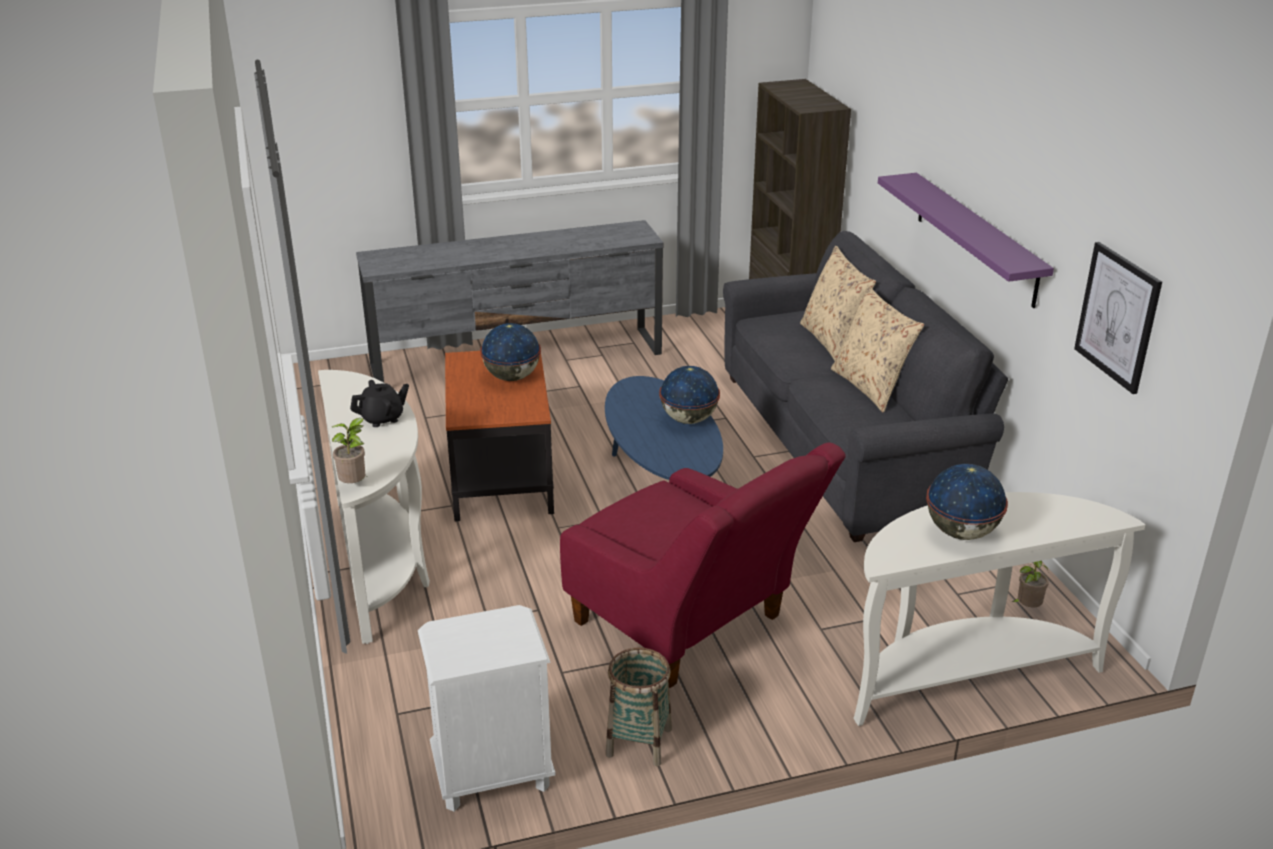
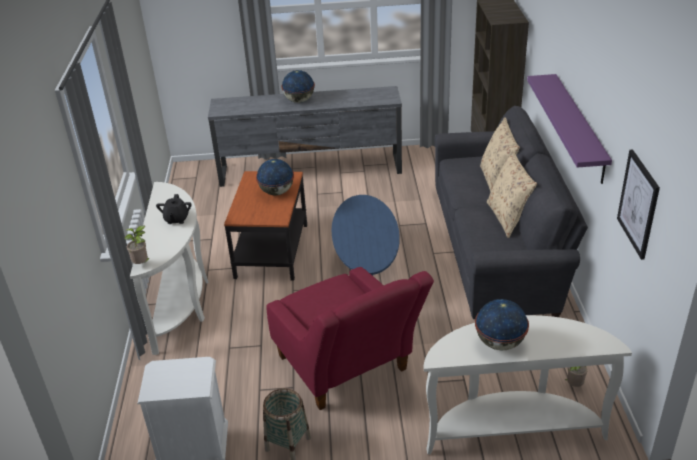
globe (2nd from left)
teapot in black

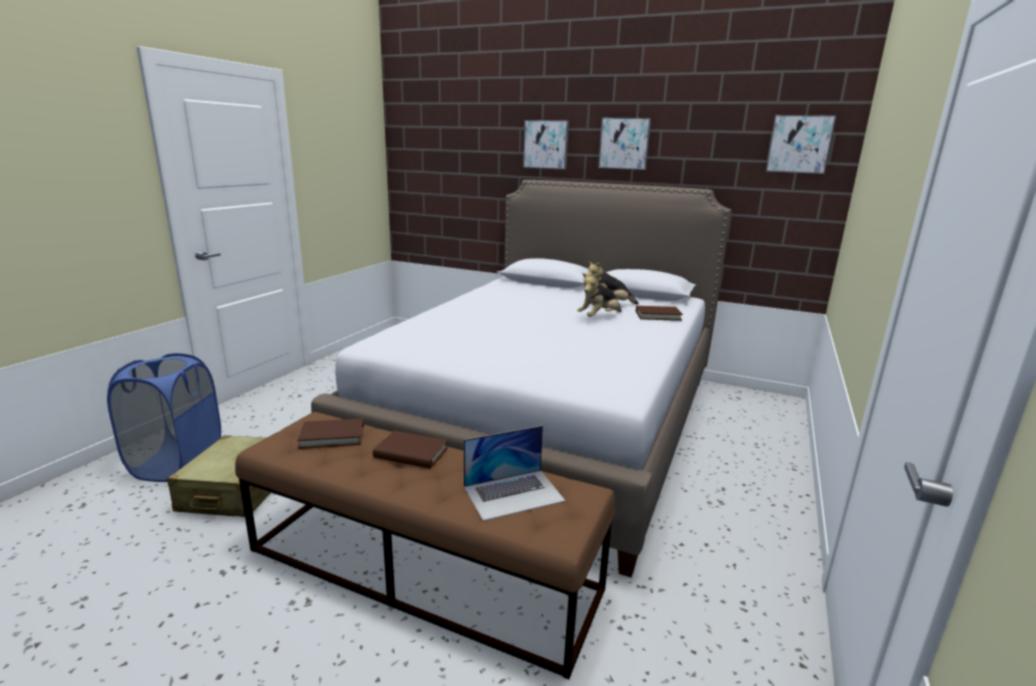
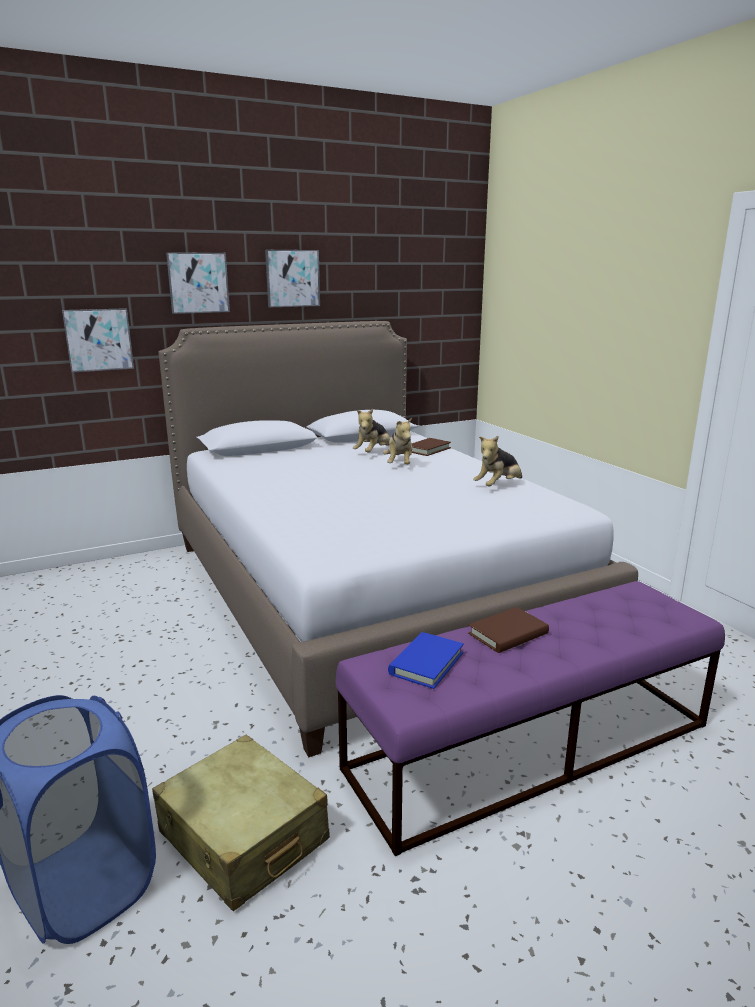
wall art (1st from left)
indoor bench in purple
volume in blue-coloured
portable computer
cuddly toy (3rd from left)

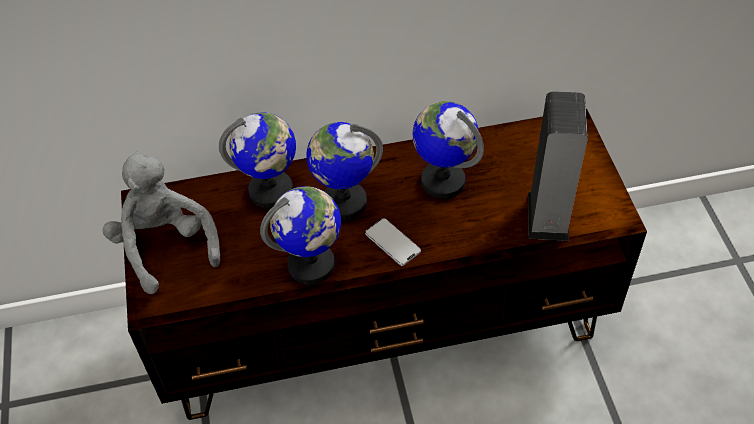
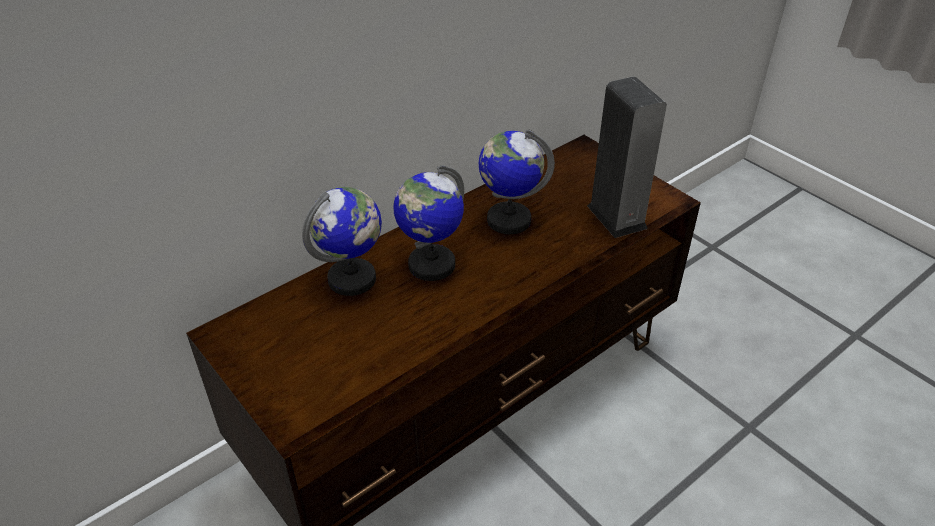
cuddly toy in grey
globe (2nd from left in the first image)
telephone

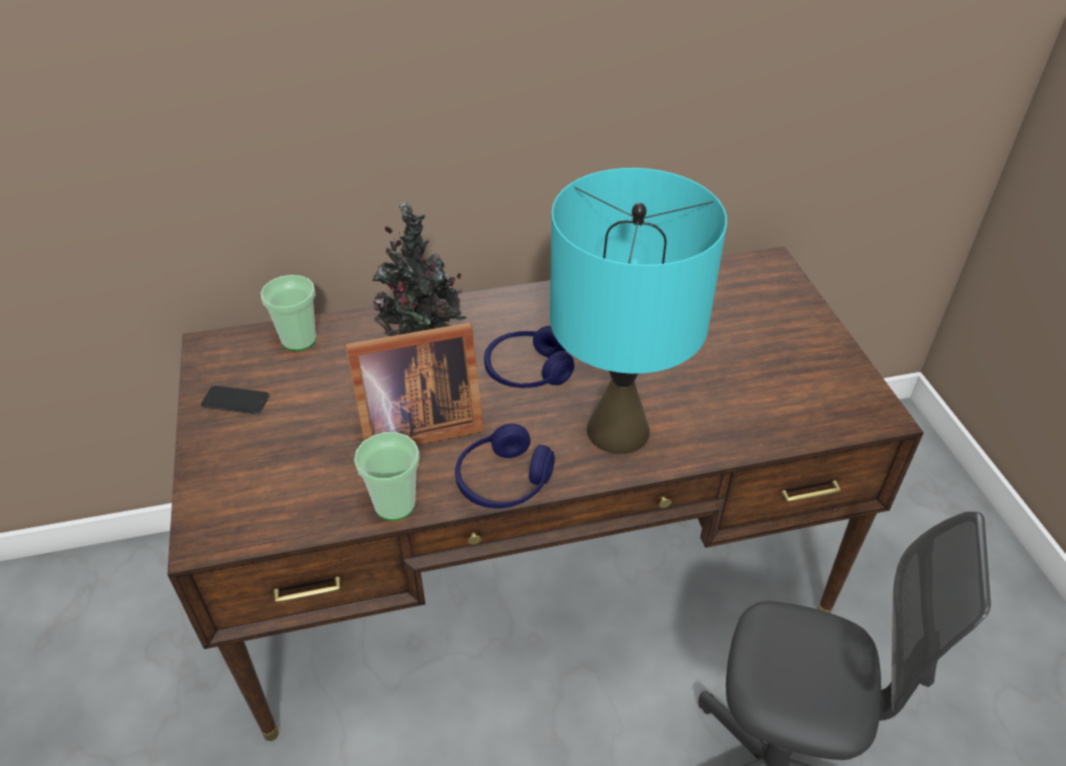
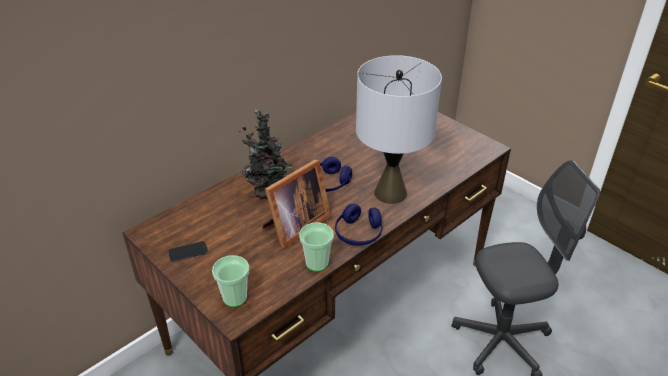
lamp for a table in grey
cup (1st from left)

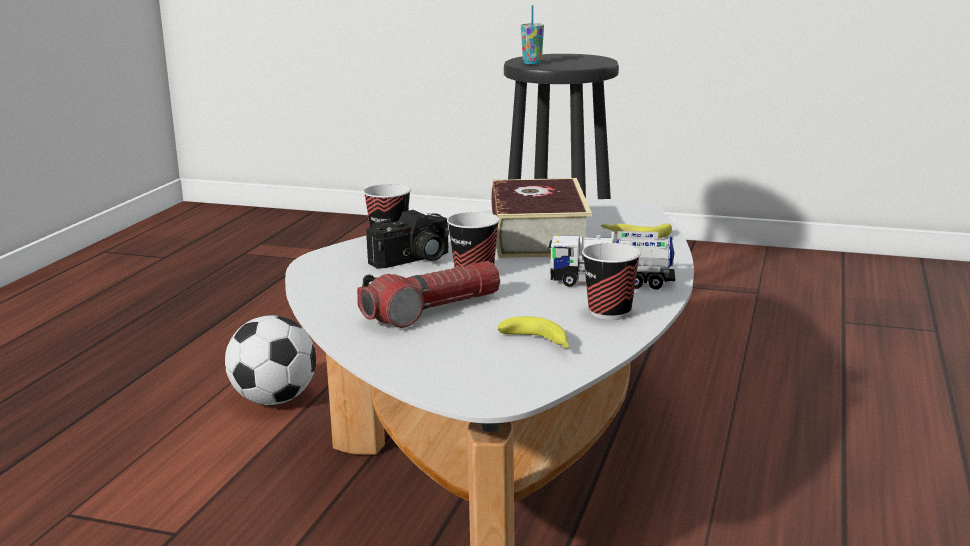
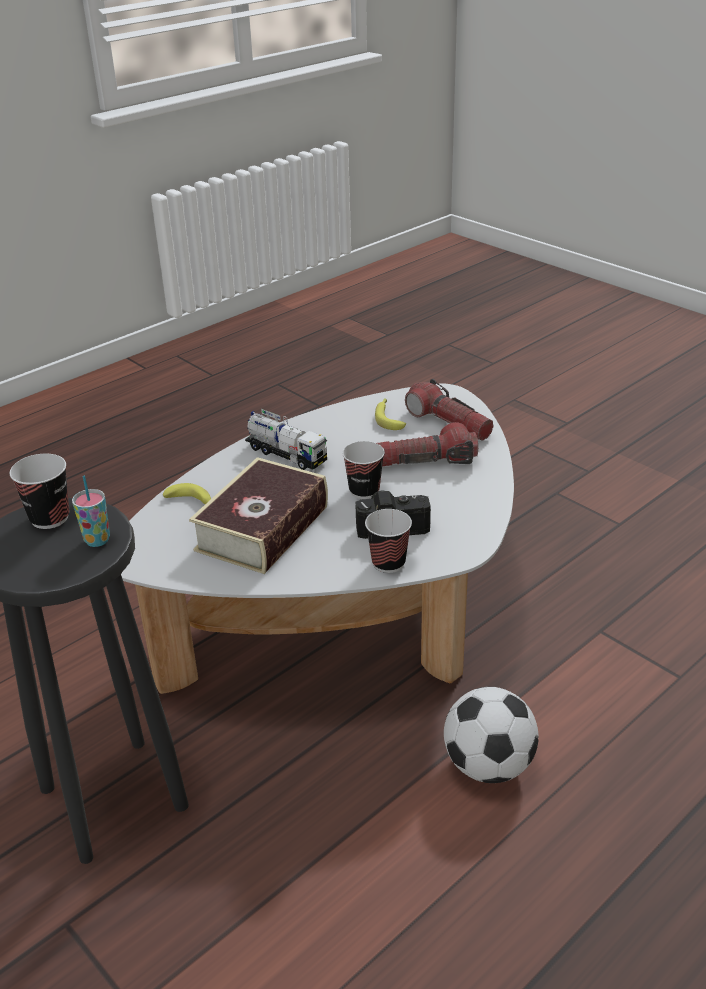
cup (1st from left)
flashlight (2nd from left)

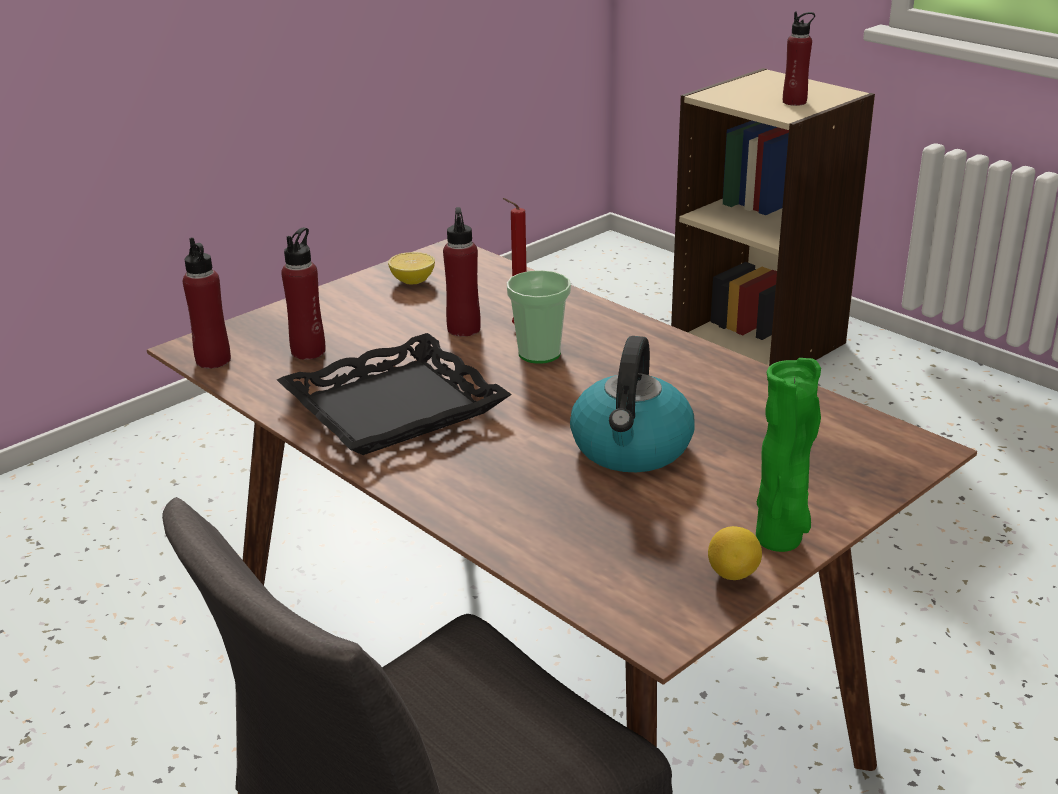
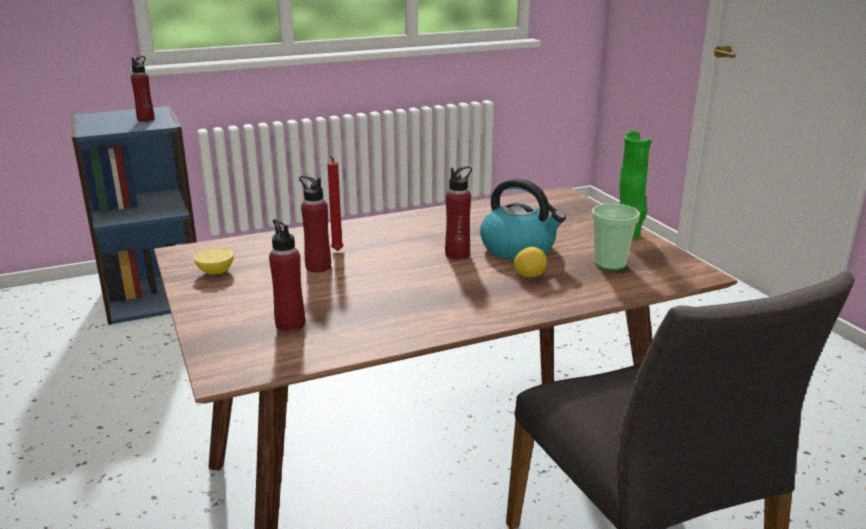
shelving unit in blue-coloured
bottle in reddish (4th from left)
cup
tray in black
citrus fruit (2nd from left)

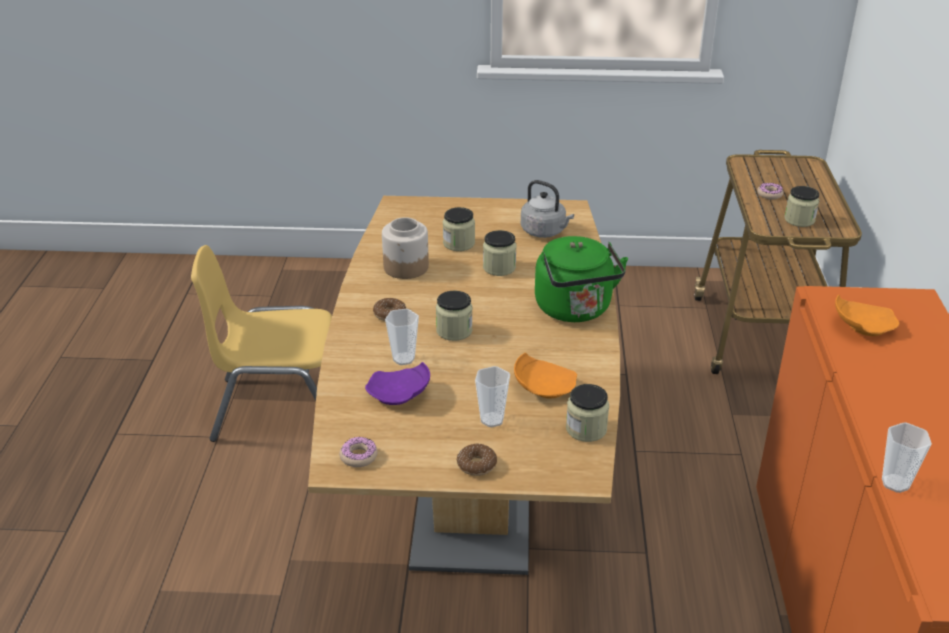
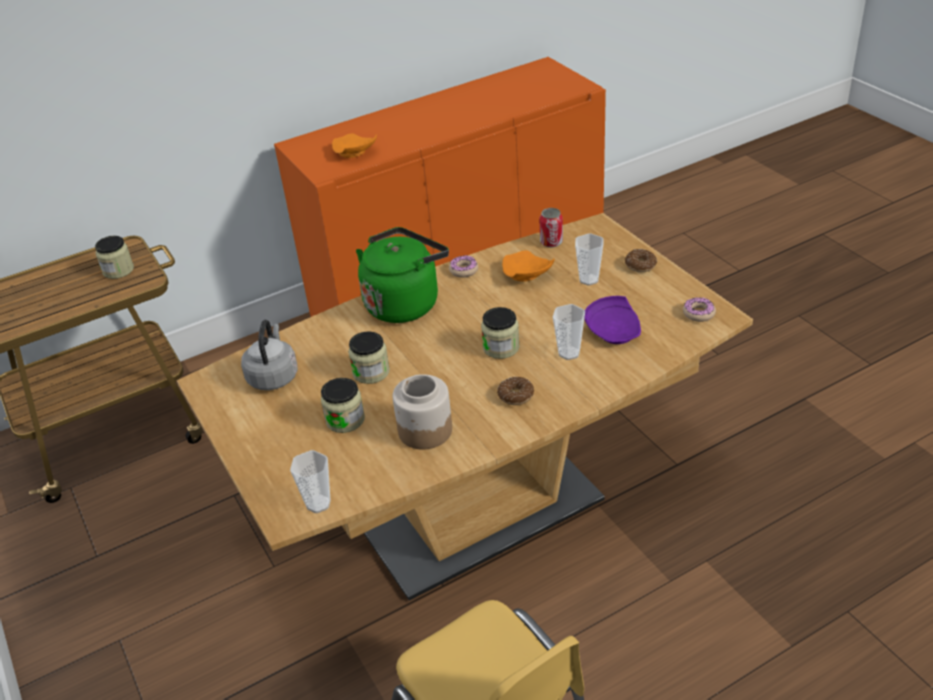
ring doughnut (1st from left)
can
cup (1st from left)

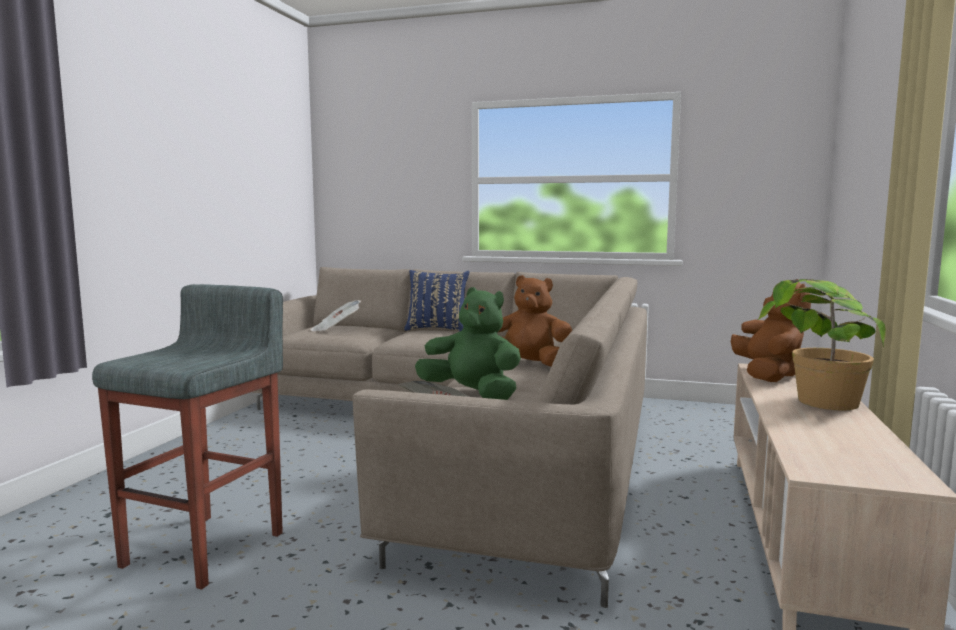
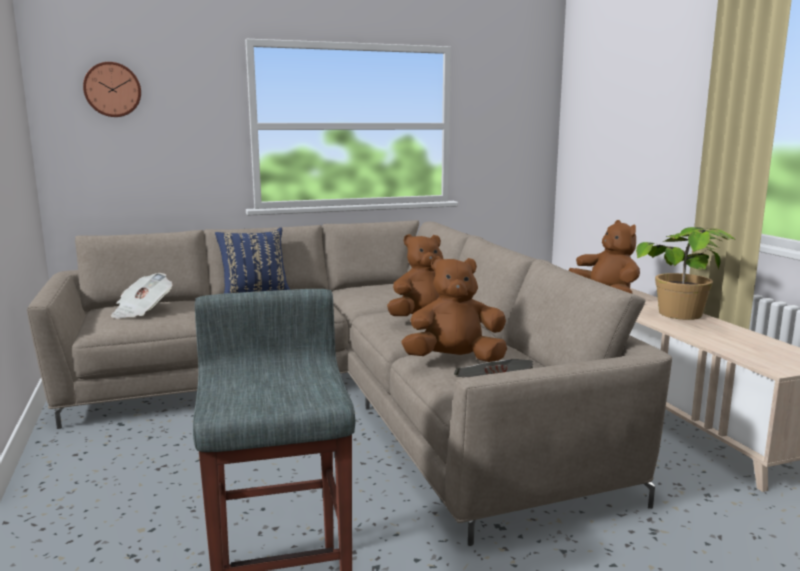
cuddly toy in brownish (2nd from left)
clock on the wall

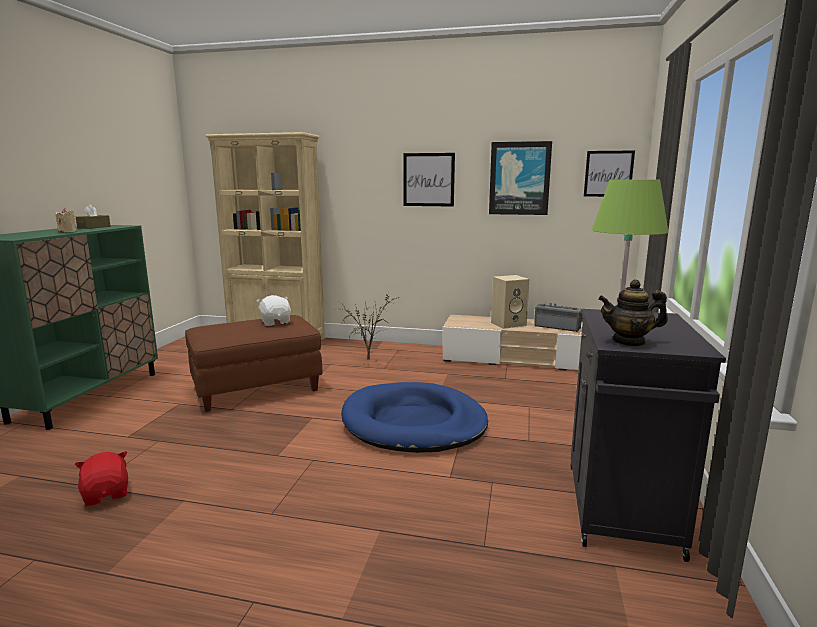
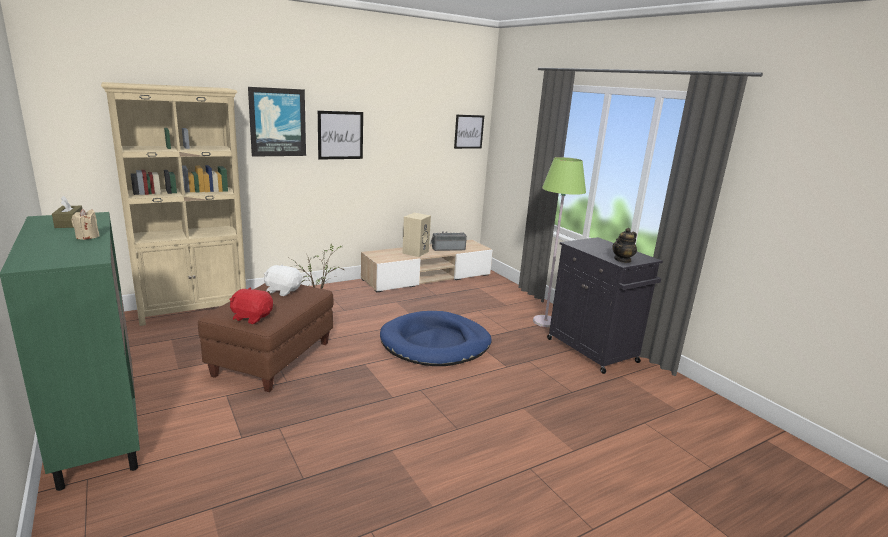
wall art (1st from left)
cuddly toy in reddish

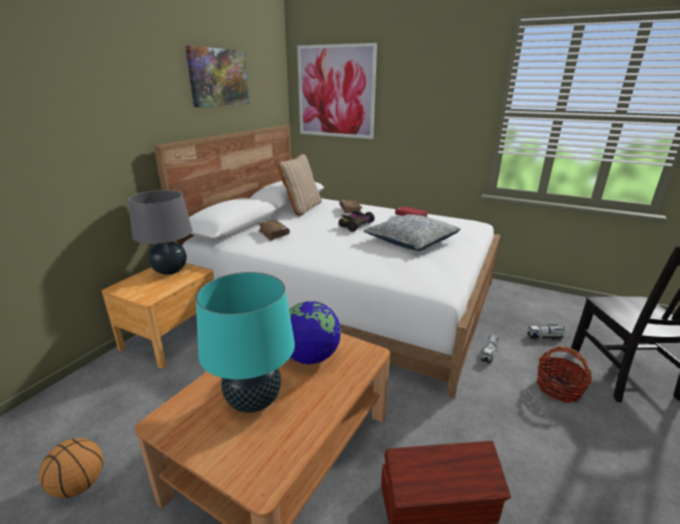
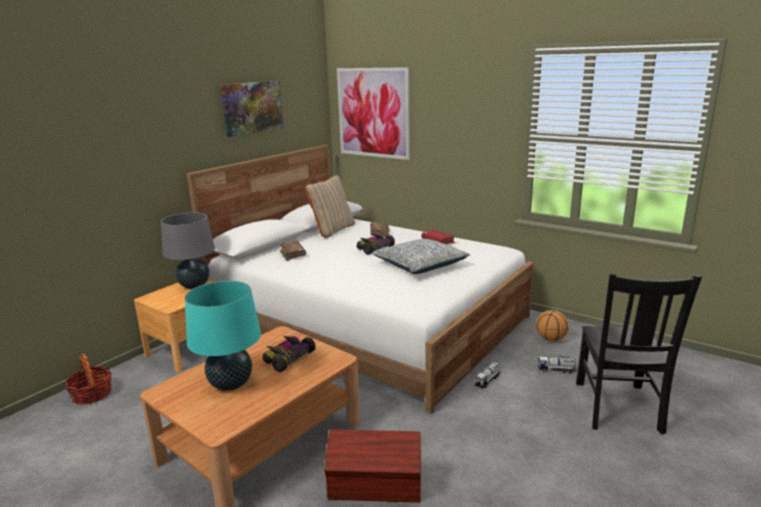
toy car (1st from left)
storage basket
ball for basketball

